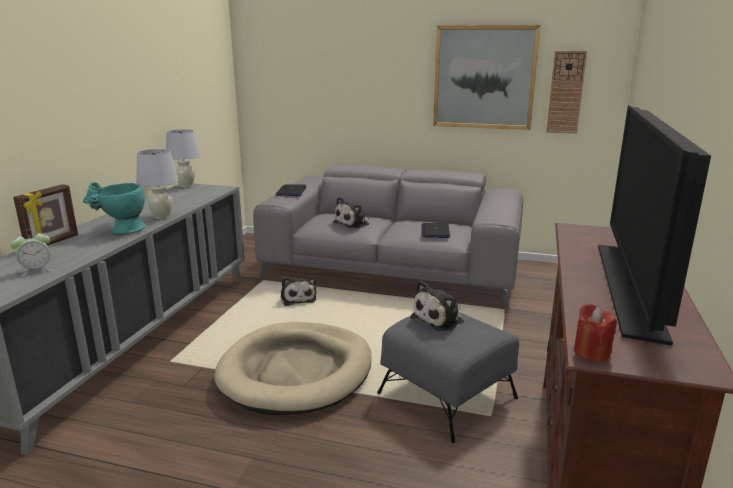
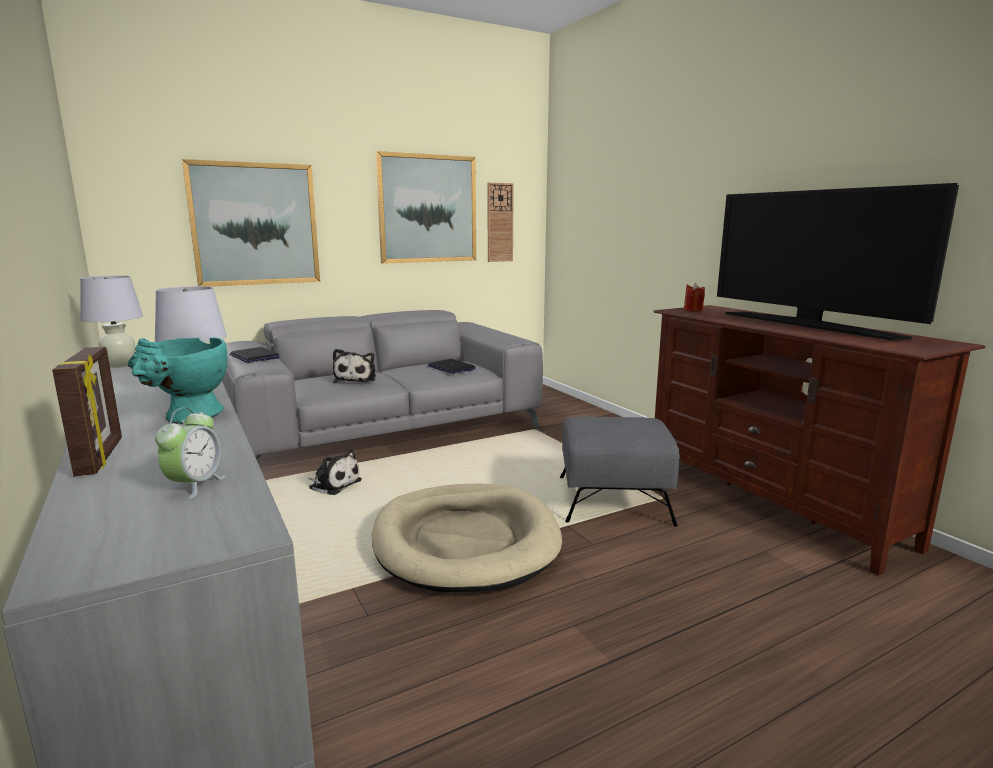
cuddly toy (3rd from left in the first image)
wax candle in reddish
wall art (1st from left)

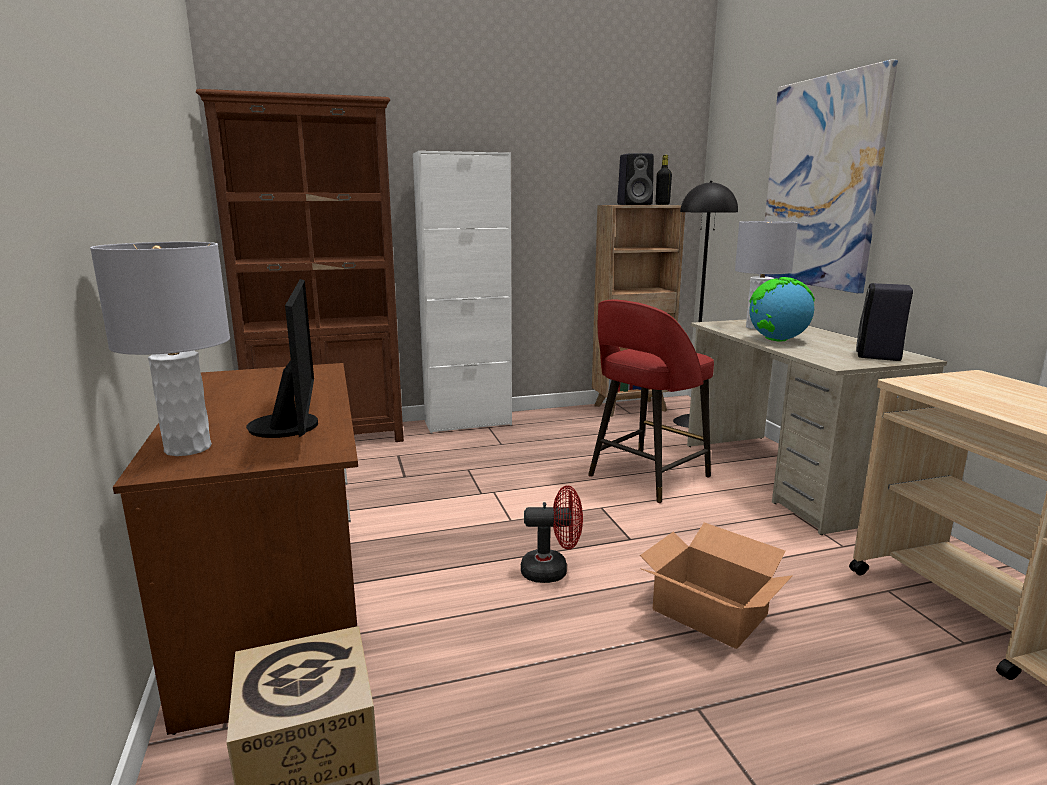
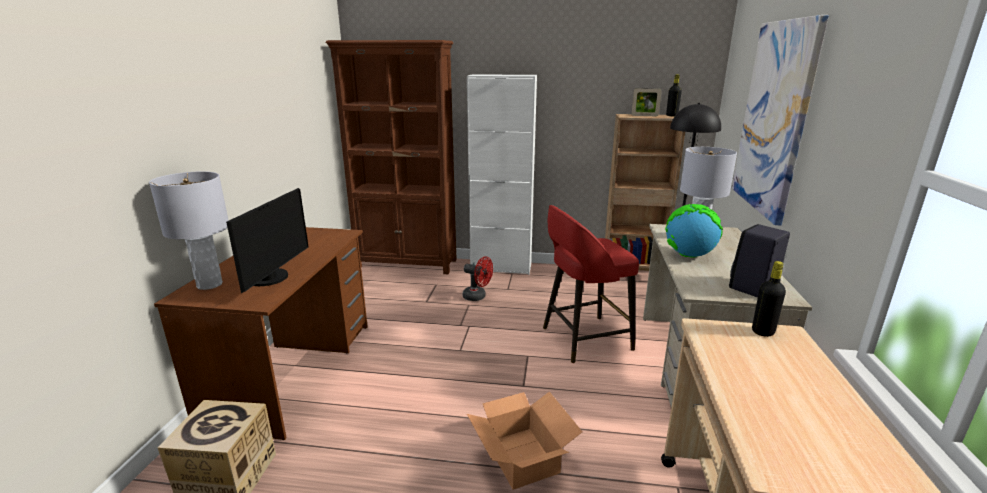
picture frame
cooling fan in reddish
bottle in black (2nd from left)

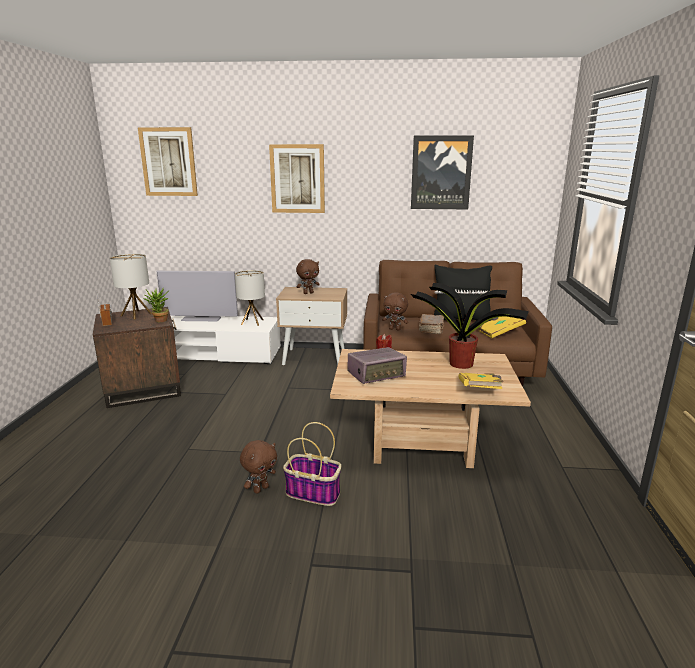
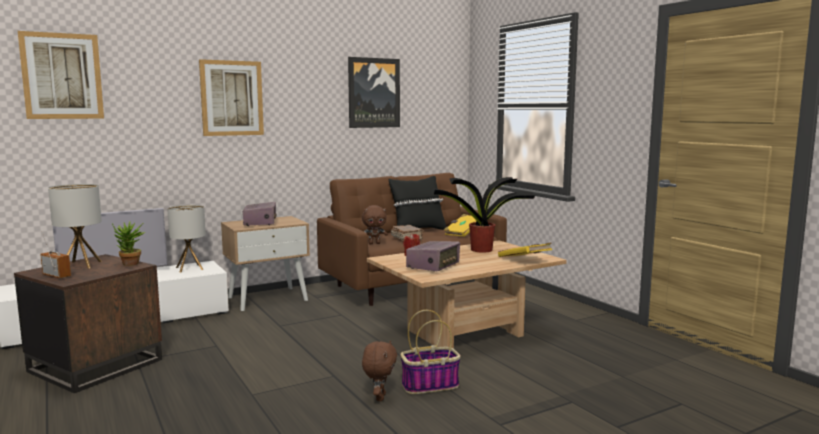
radio (2nd from left)

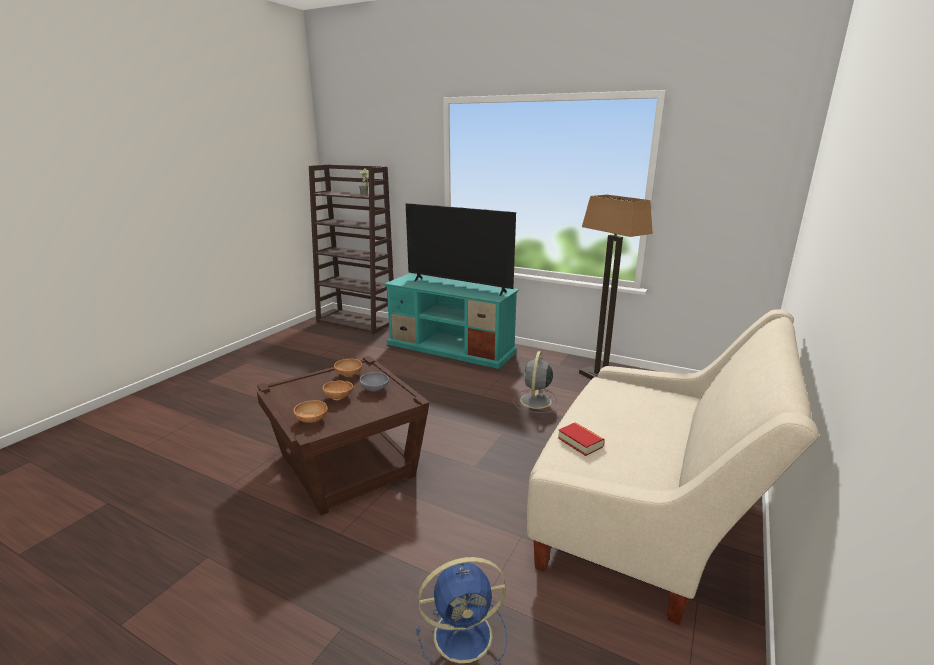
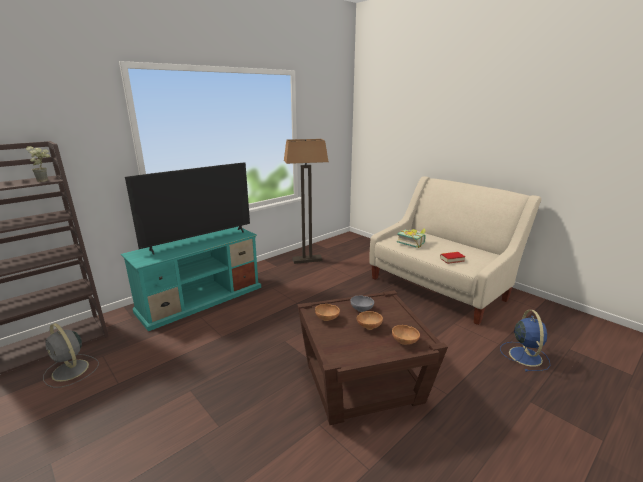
cooling fan in grey
volume (1st from left)

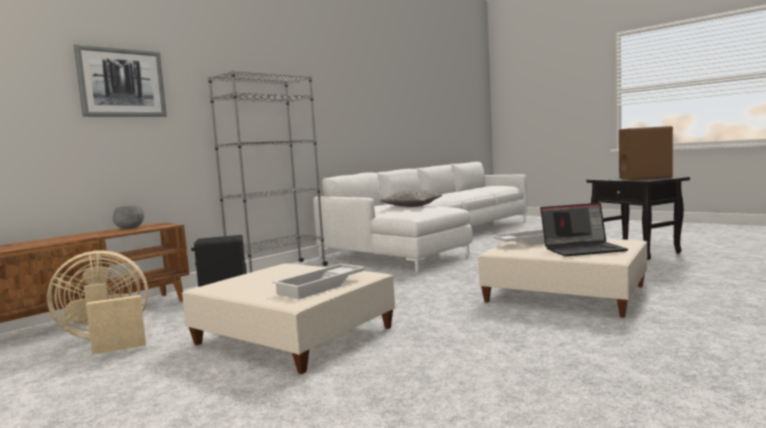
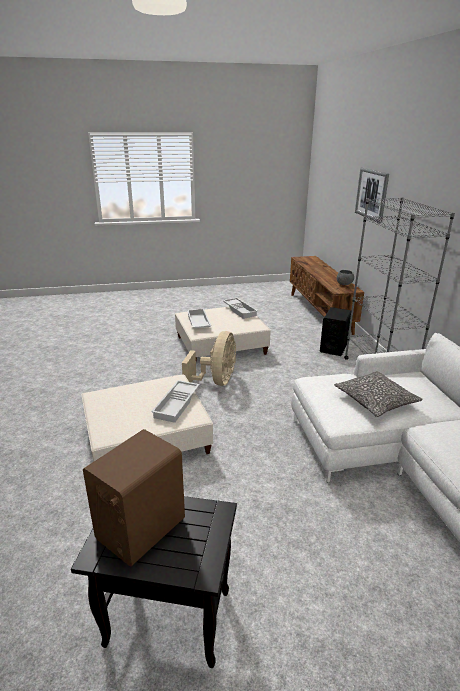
portable computer
cooling fan in sand-coloured
tray in white-coloured (3rd from left)

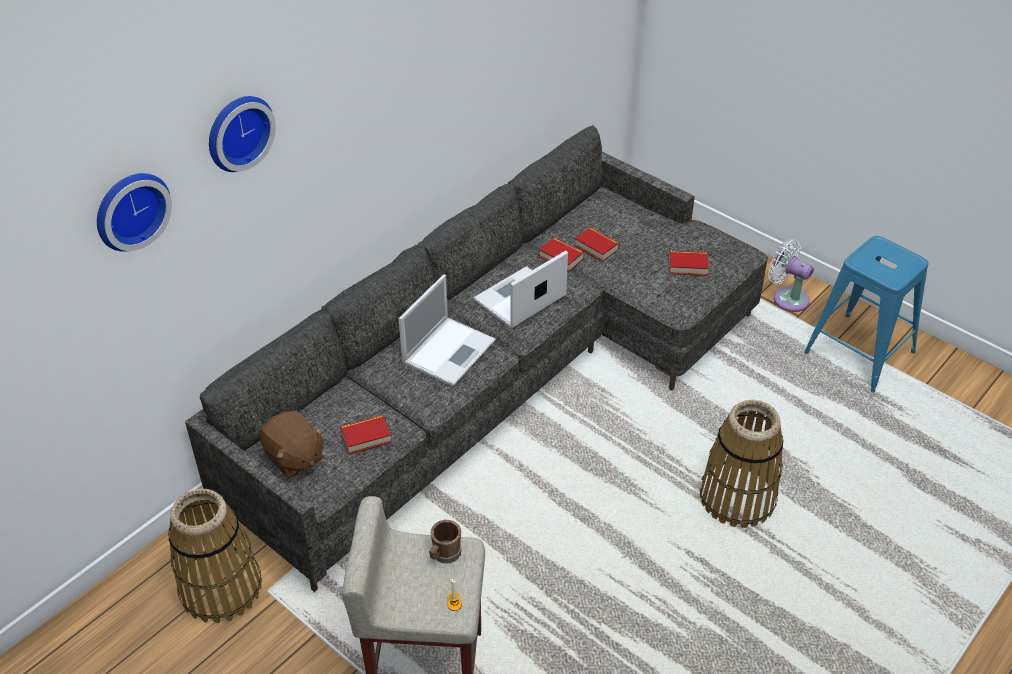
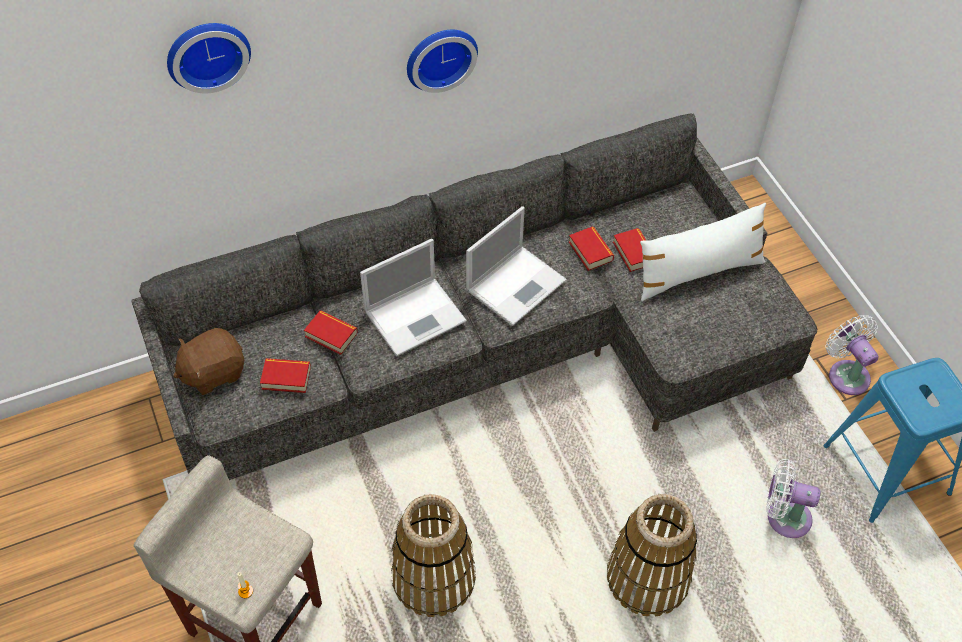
clock on the wall (2nd from left)
portable computer (2nd from left)
volume (2nd from left)
cuddly toy in brownish
storage basket (1st from left)
coffee mug in brownish
cushion in white-coloured
cooling fan in white-coloured (1st from left)

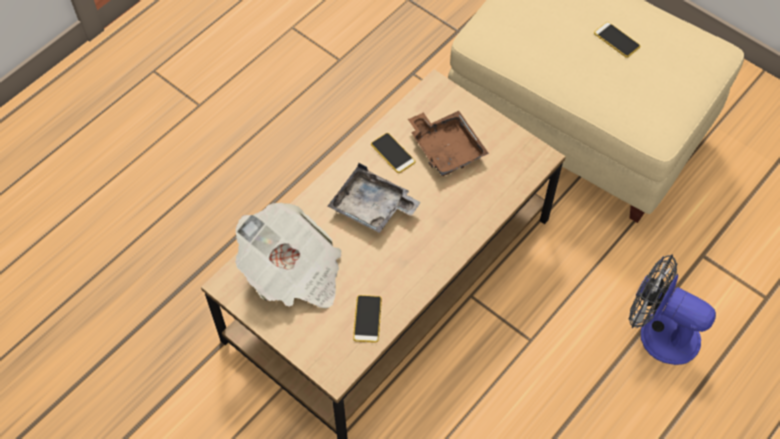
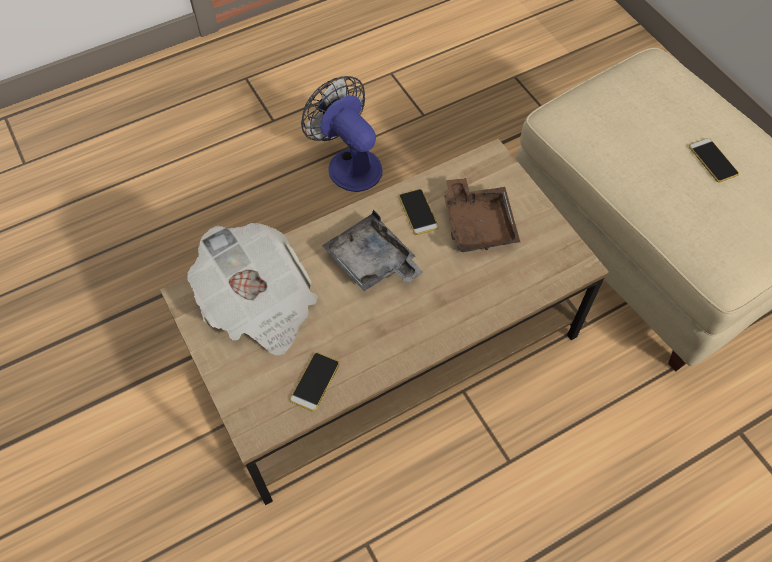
cooling fan

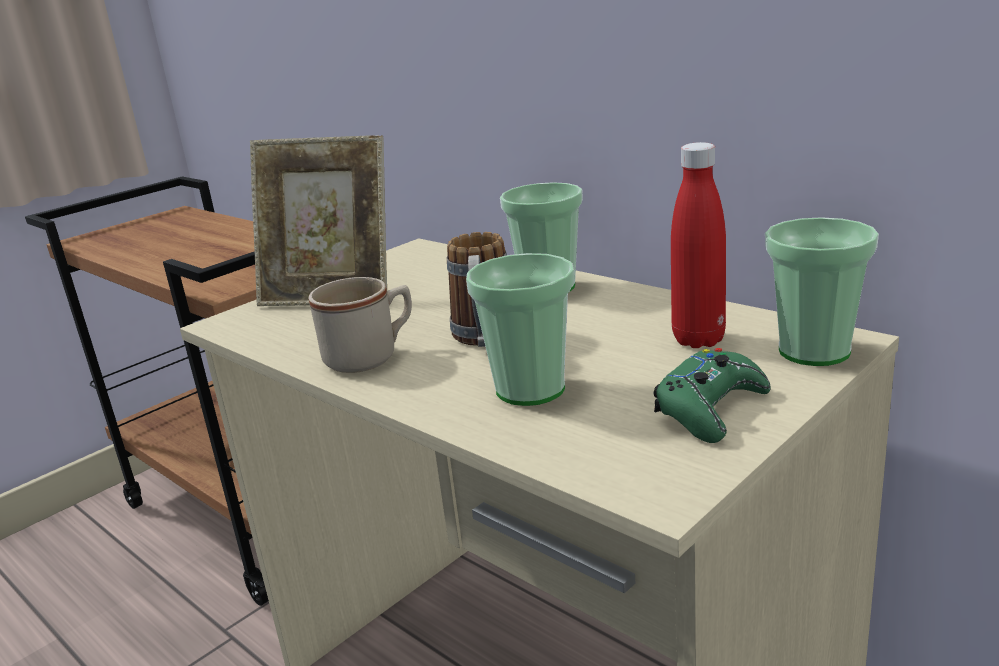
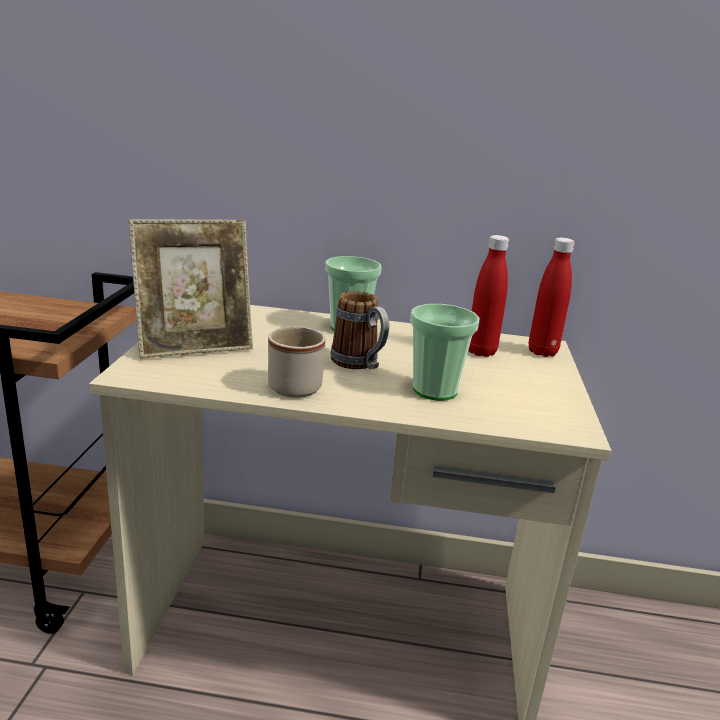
bottle in reddish (2nd from left)
game controller in green-coloured

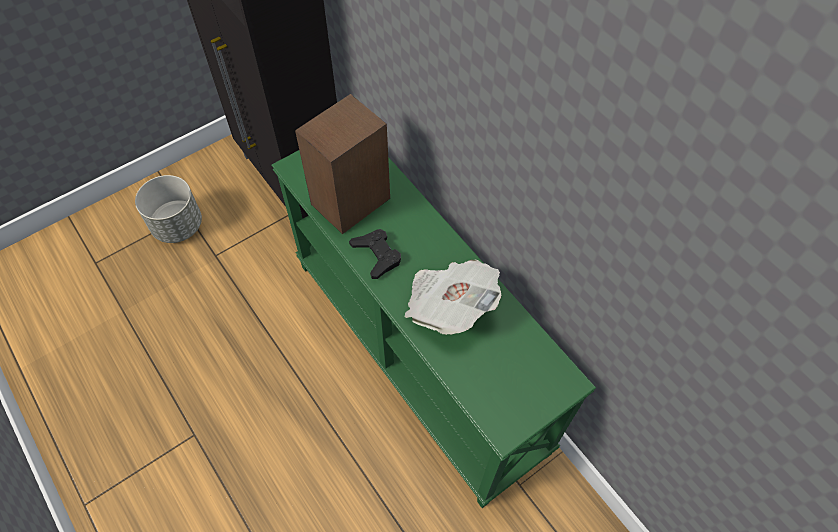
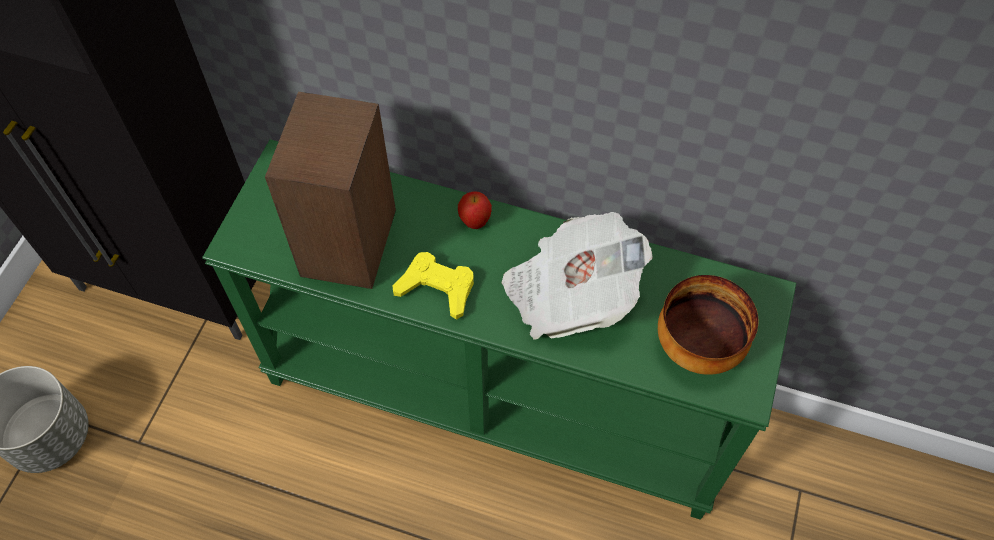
game controller in yellowish
apple fruit
deep dish

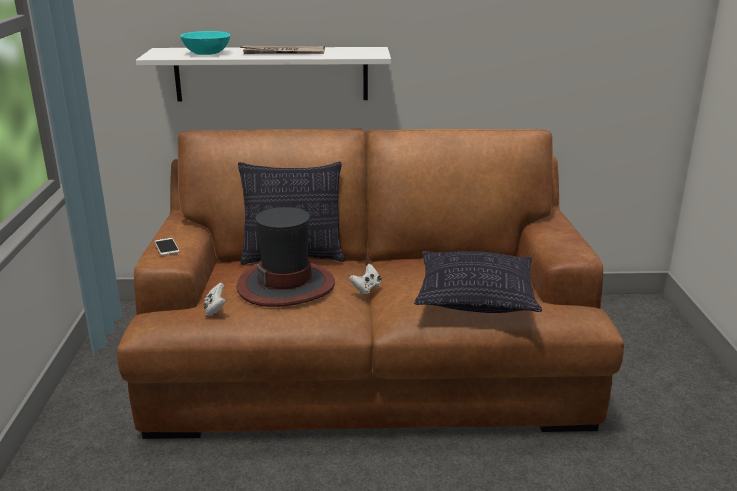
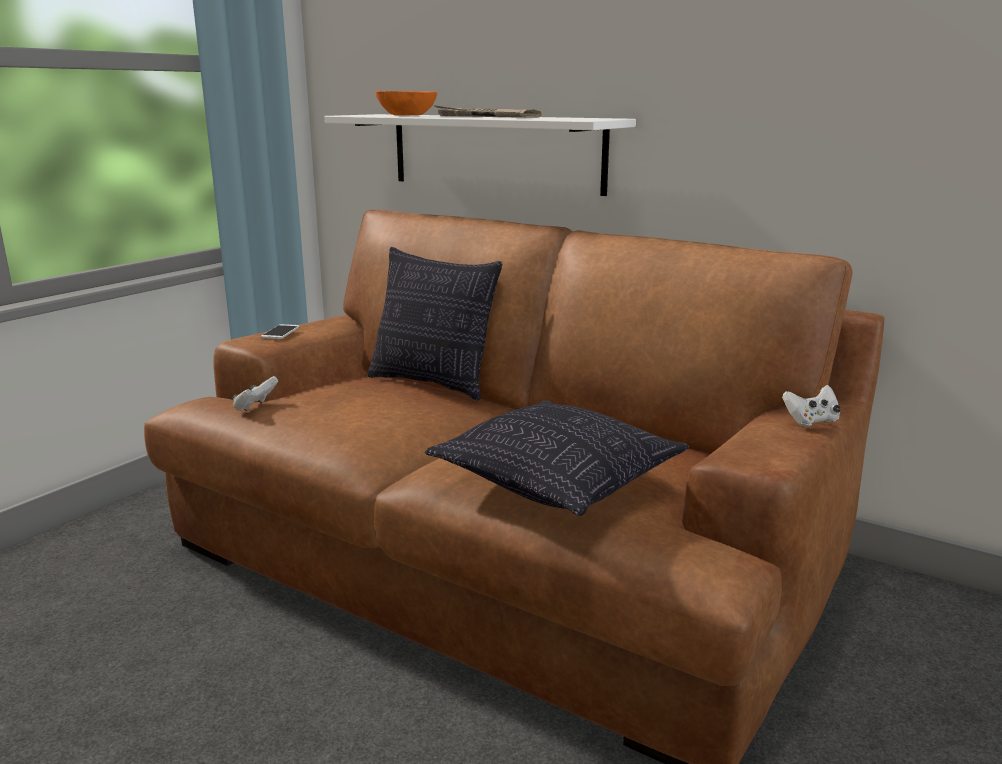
deep dish in orange-coloured
wearable hat
game controller in white-coloured (2nd from left)

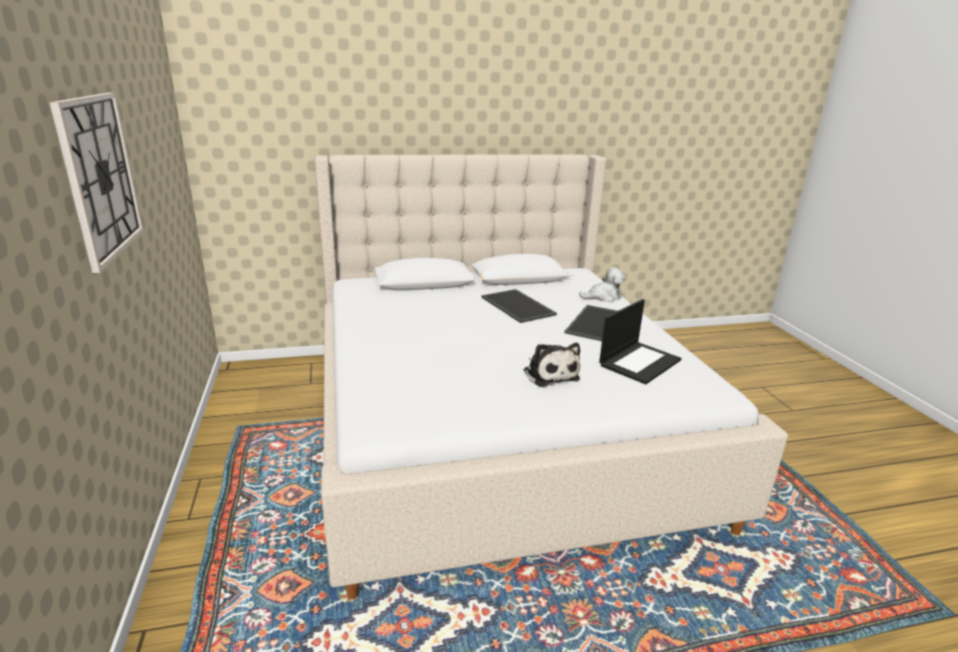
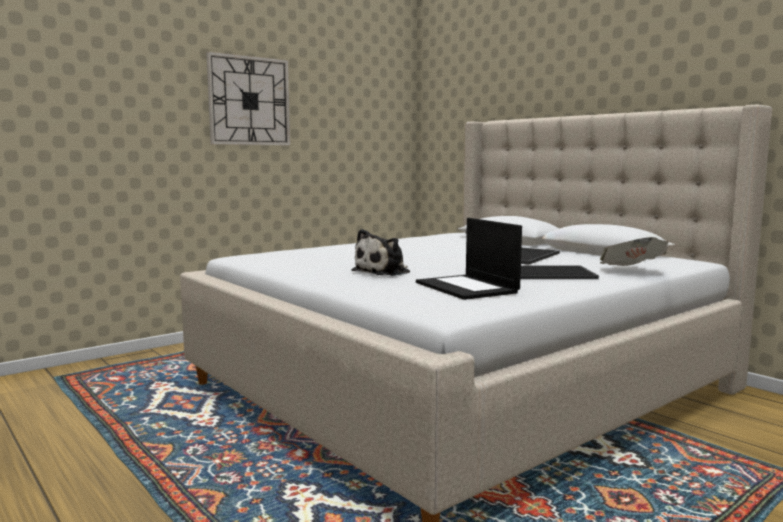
printed paper
portable computer

